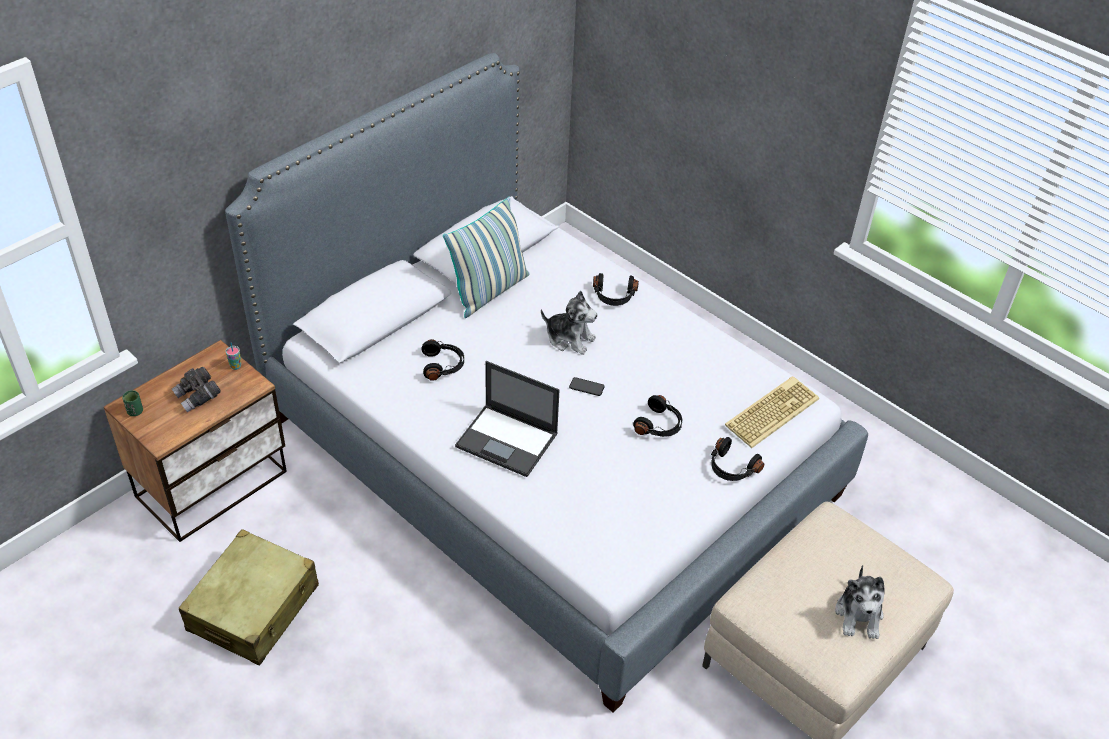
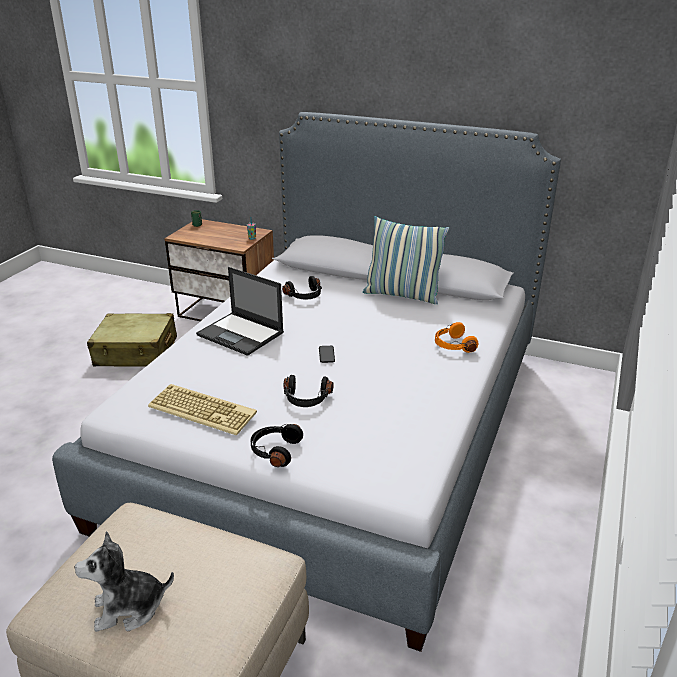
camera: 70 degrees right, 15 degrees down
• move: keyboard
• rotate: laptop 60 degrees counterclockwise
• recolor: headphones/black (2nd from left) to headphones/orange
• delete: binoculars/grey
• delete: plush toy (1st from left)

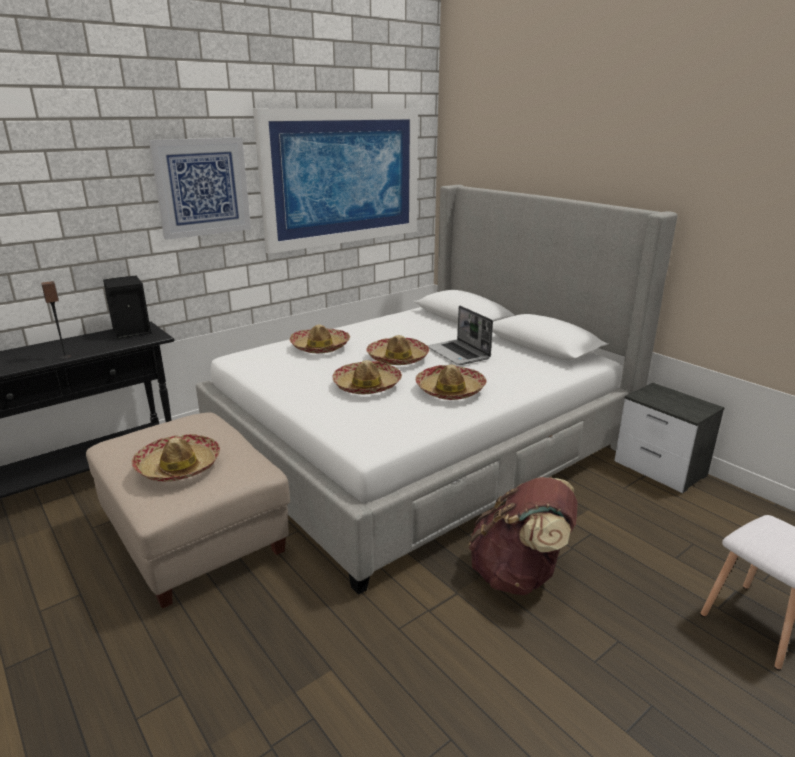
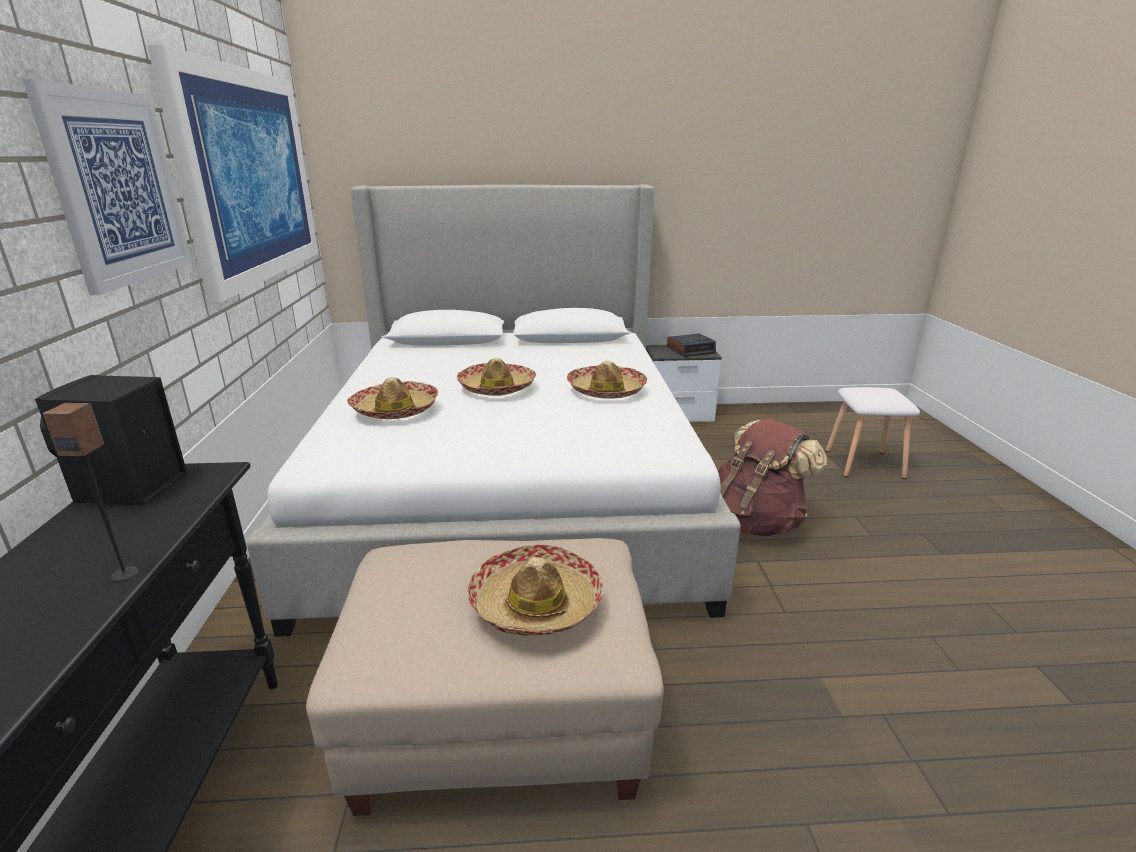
camera: 55 degrees left, 0 degrees up
• insert: alarm clock
• delete: hat (3rd from left)
• delete: laptop

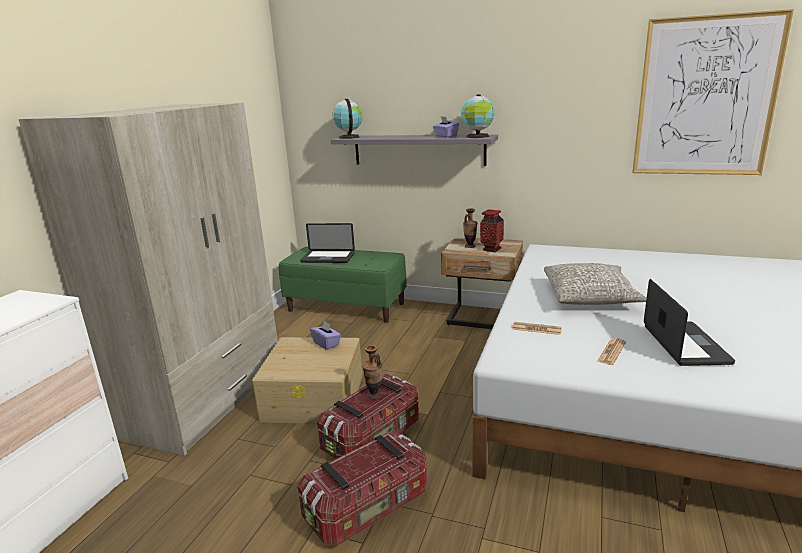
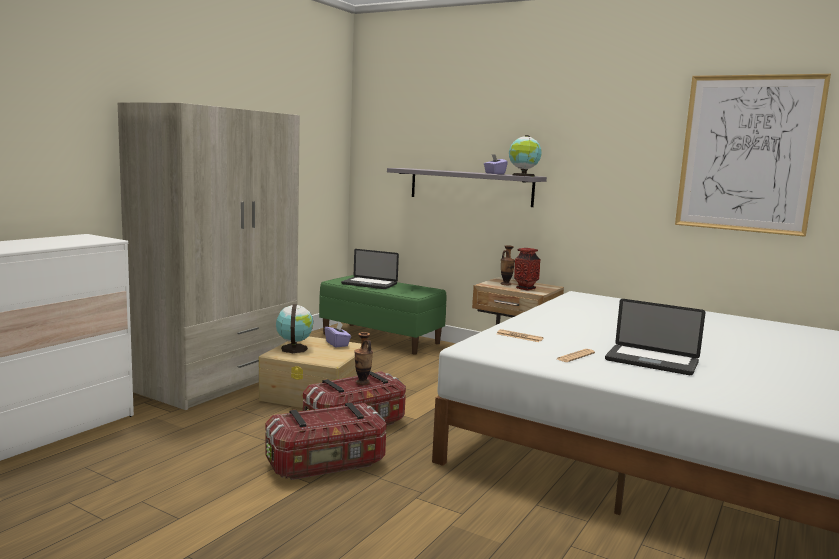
camera: 10 degrees right, 10 degrees down
• move: globe (1st from left)
• rotate: laptop (2nd from left) 105 degrees clockwise
• delete: pillow/grey

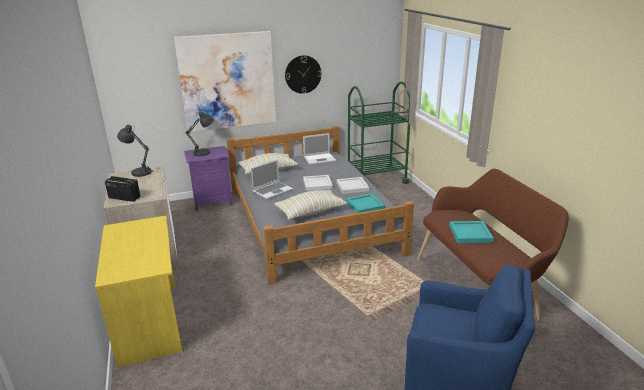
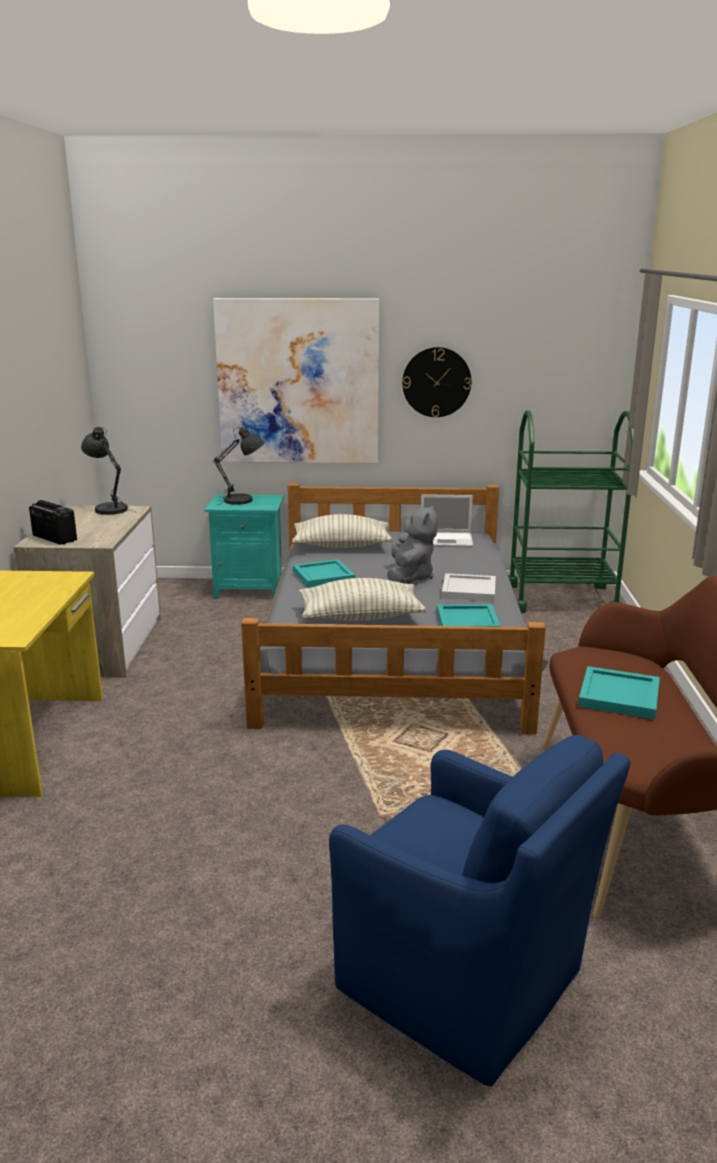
camera: 20 degrees right, 5 degrees down
• recolor: nightstand/purple to nightstand/turquoise
• replace: laptop (1st from left) to tray/turquoise (1st from left)
• replace: tray/white (1st from left) to plush toy/grey

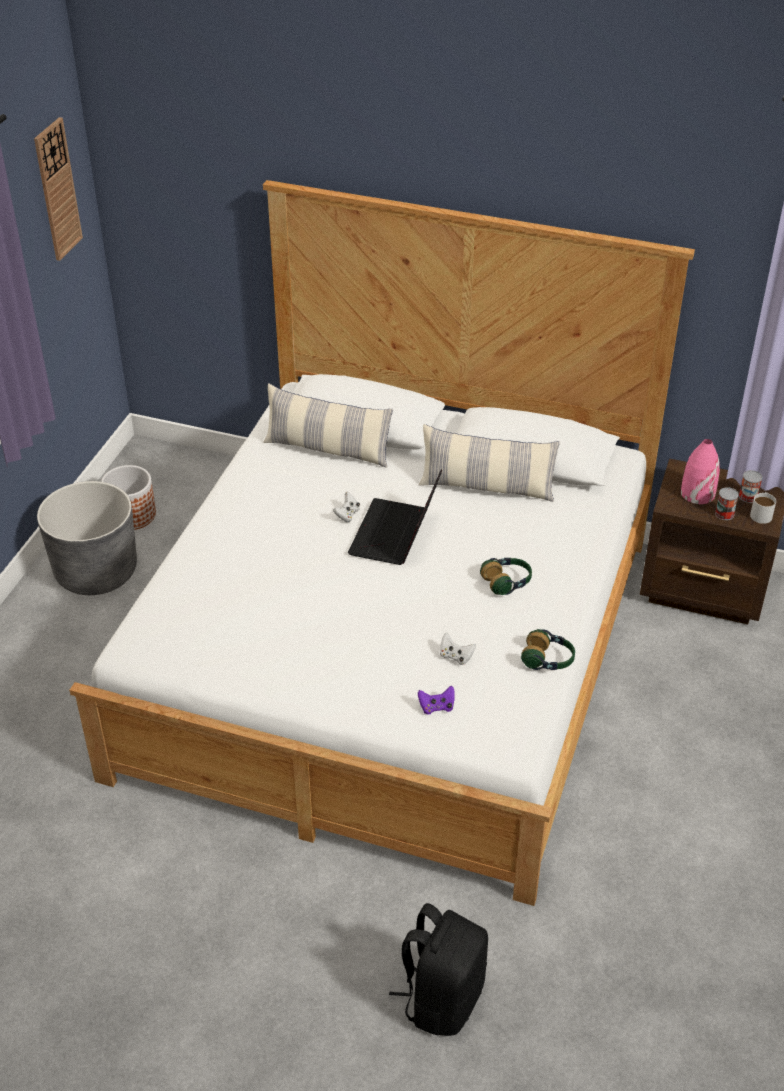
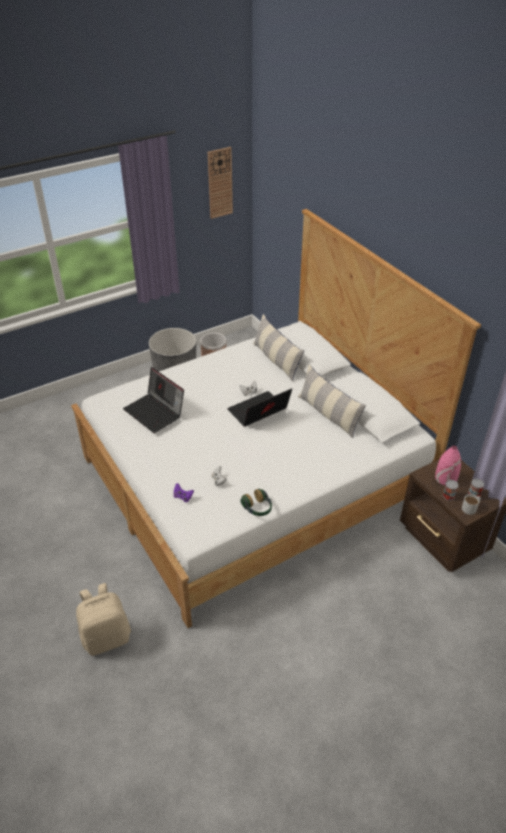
camera: 40 degrees right, 0 degrees up
• recolor: backpack/black to backpack/beige
• insert: laptop (1st from left)
• delete: headphones (1st from left)

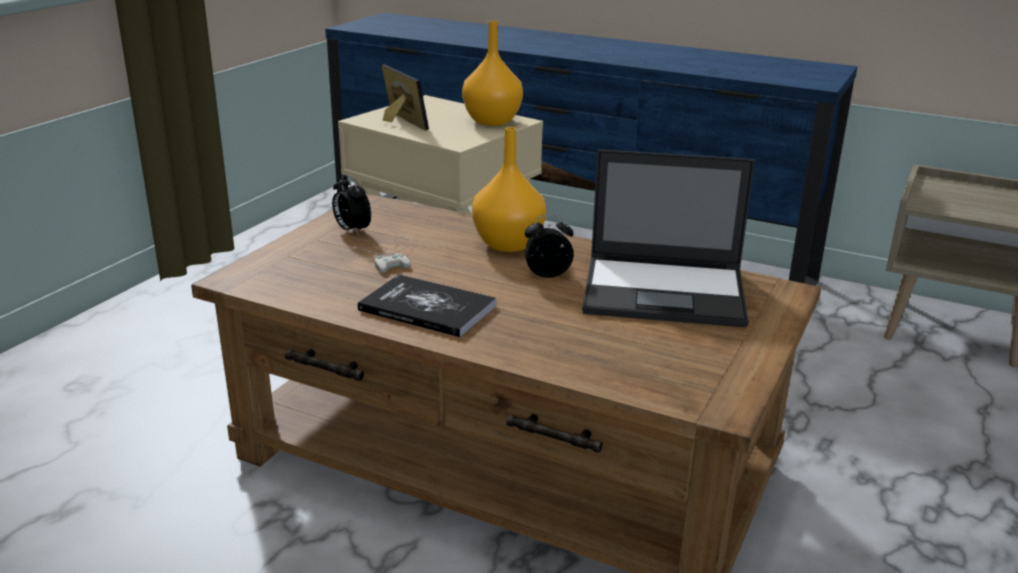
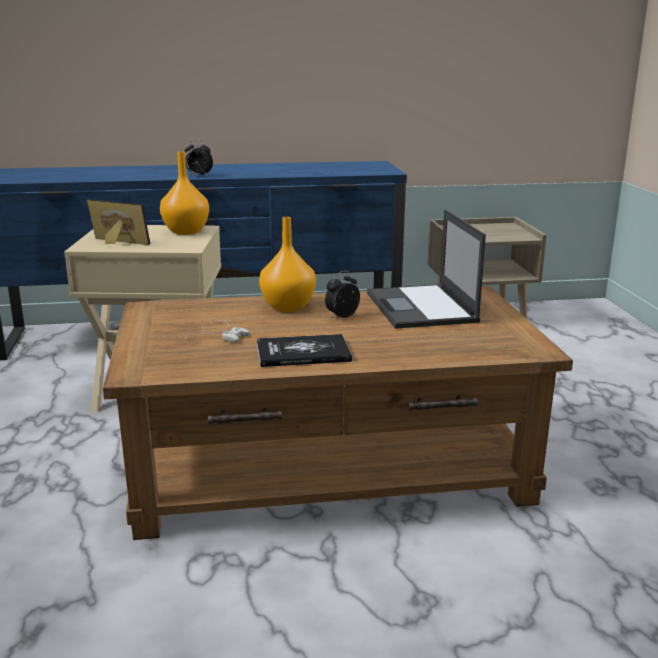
camera: 35 degrees left, 5 degrees down
• move: alarm clock (1st from left)
• rotate: laptop 105 degrees clockwise

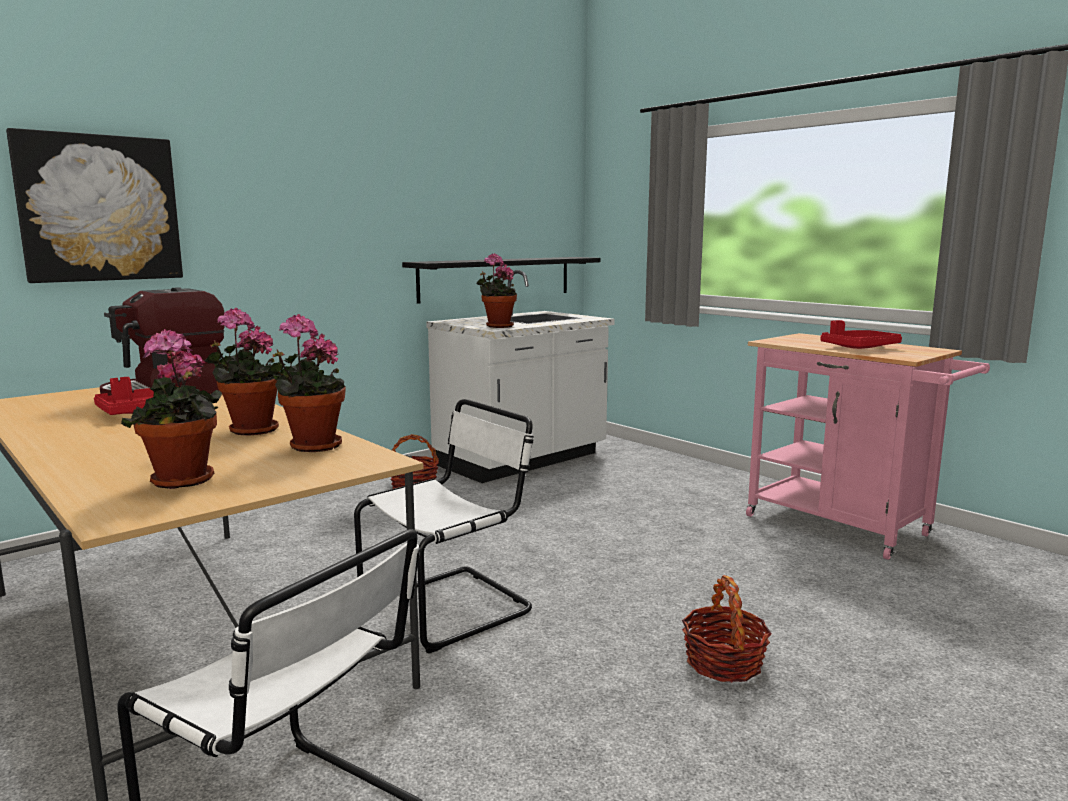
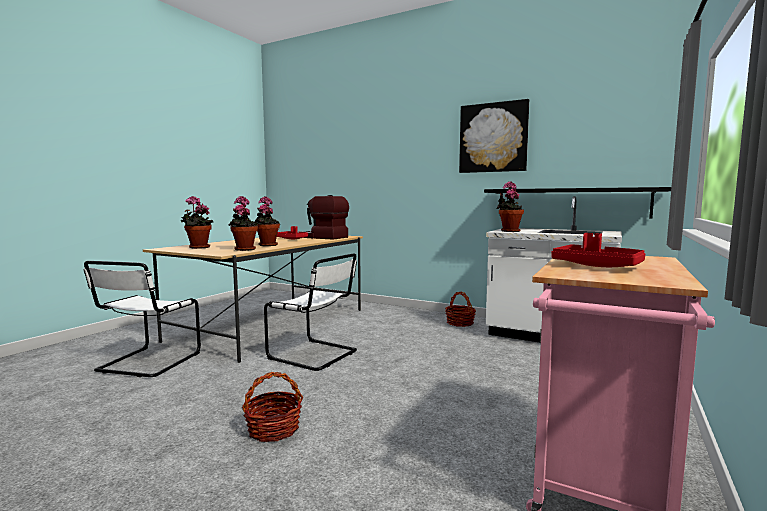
camera: 70 degrees right, 5 degrees down
• move: picture

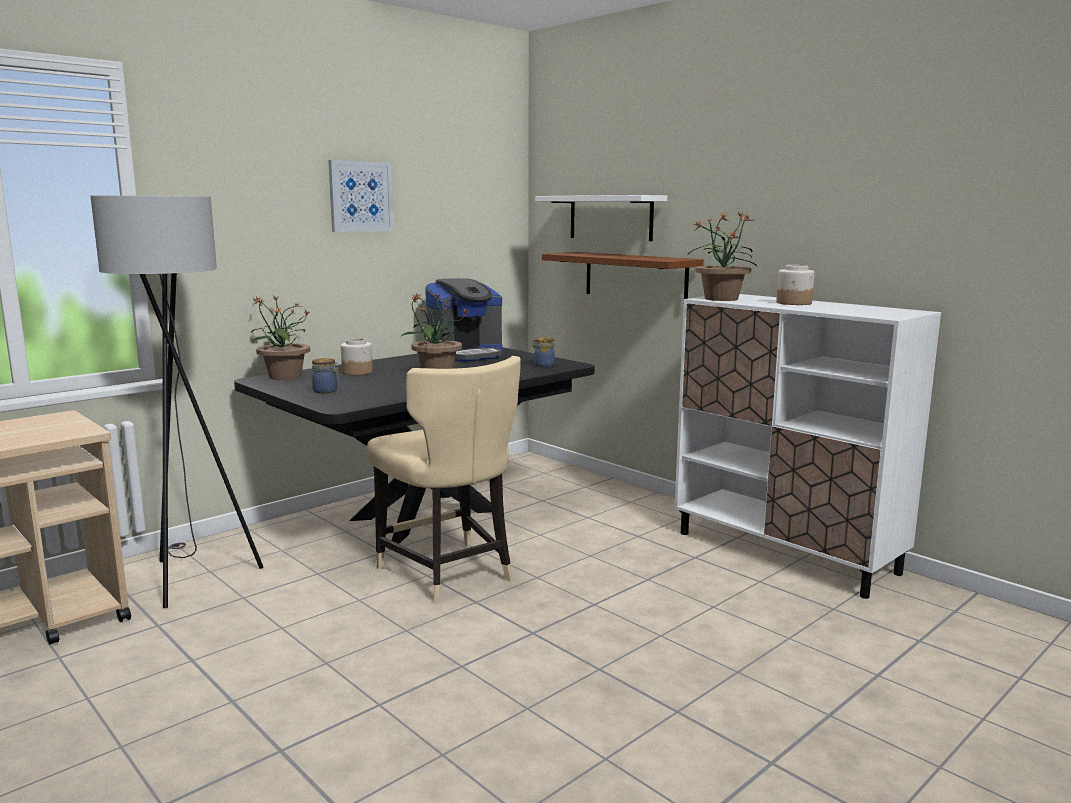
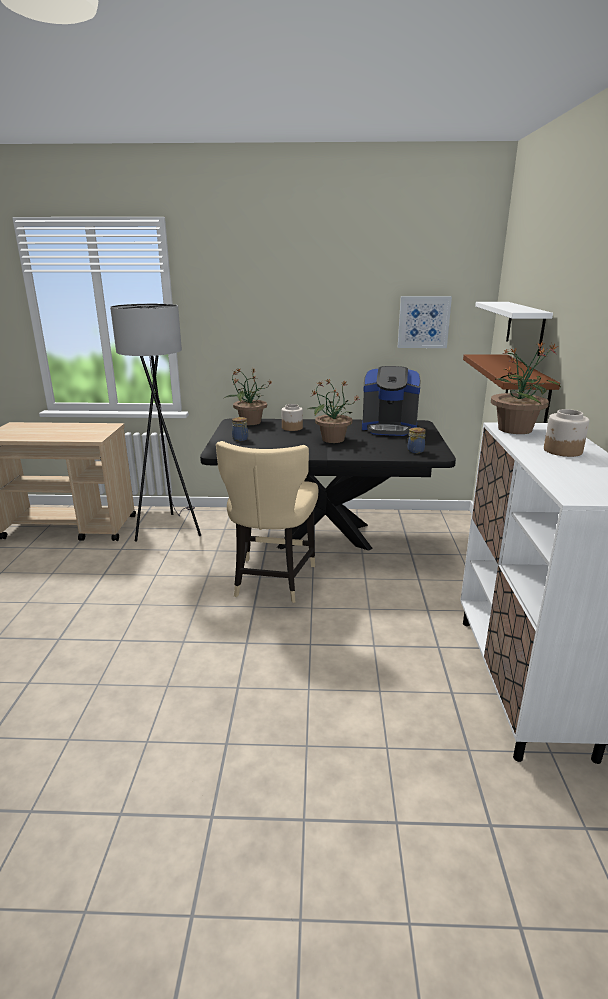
camera: 45 degrees right, 10 degrees up
• move: picture

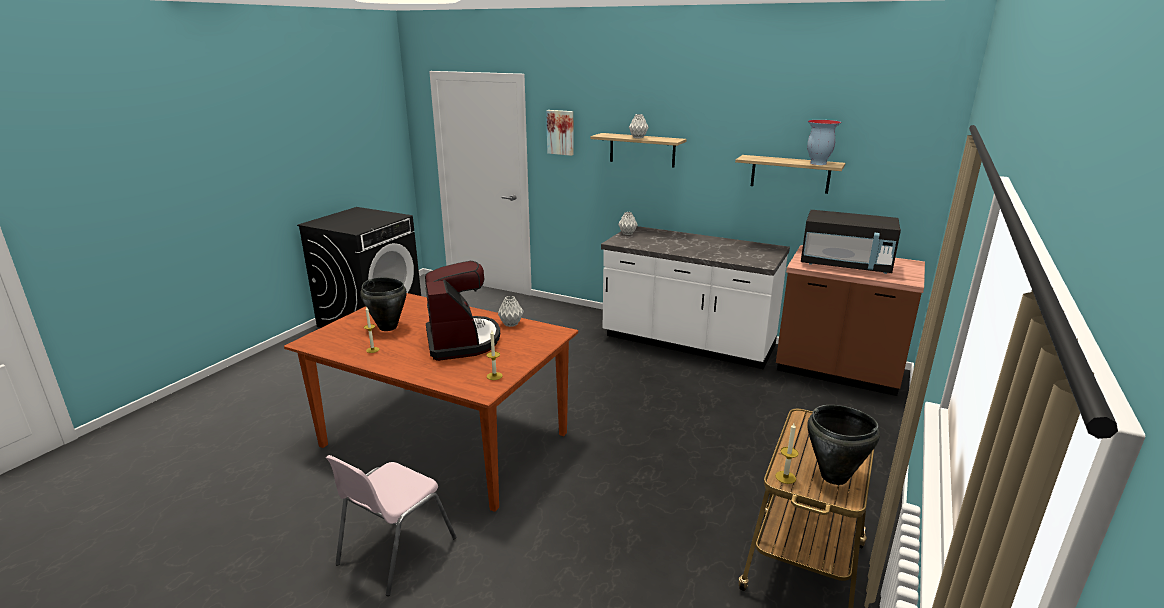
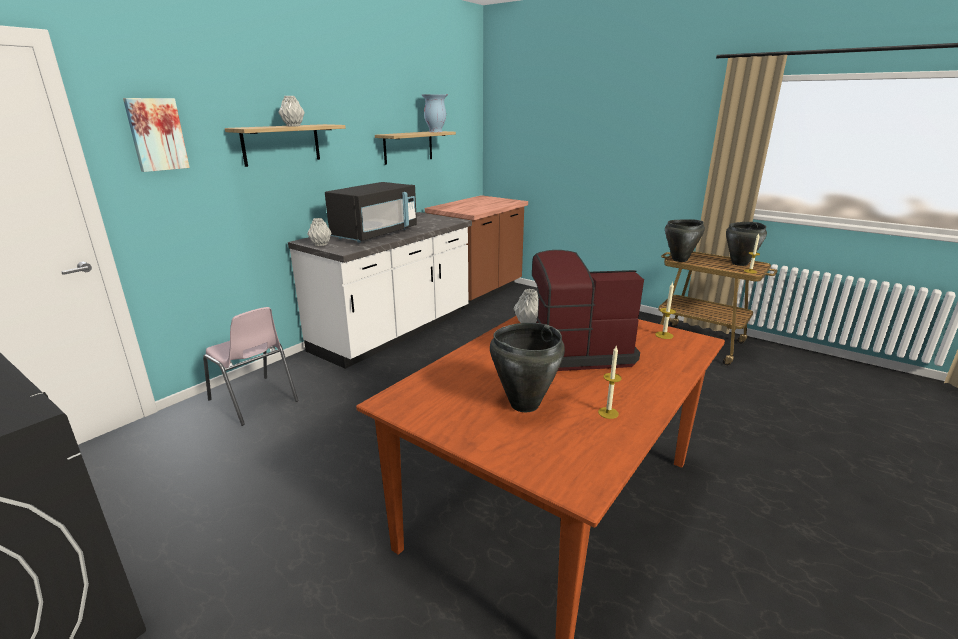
camera: 80 degrees left, 0 degrees up
• move: chair/pink
• move: microwave/black
• insert: cooking pot/black (2nd from left)

